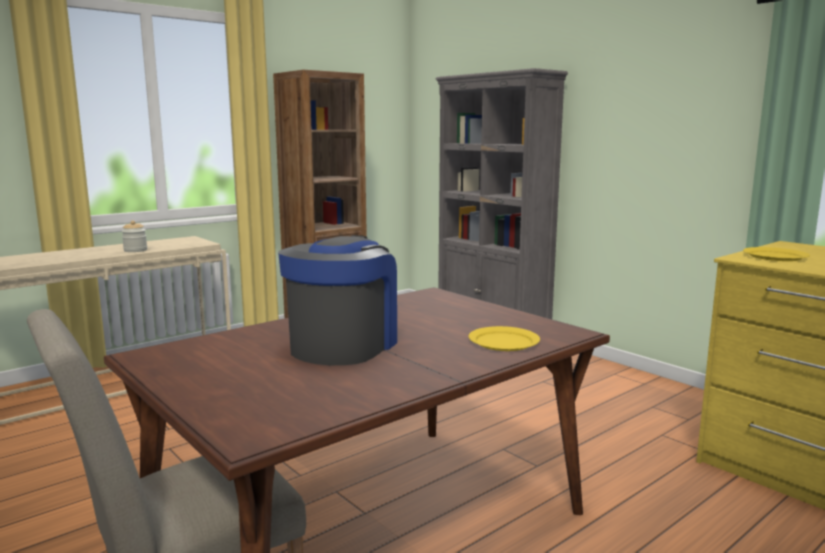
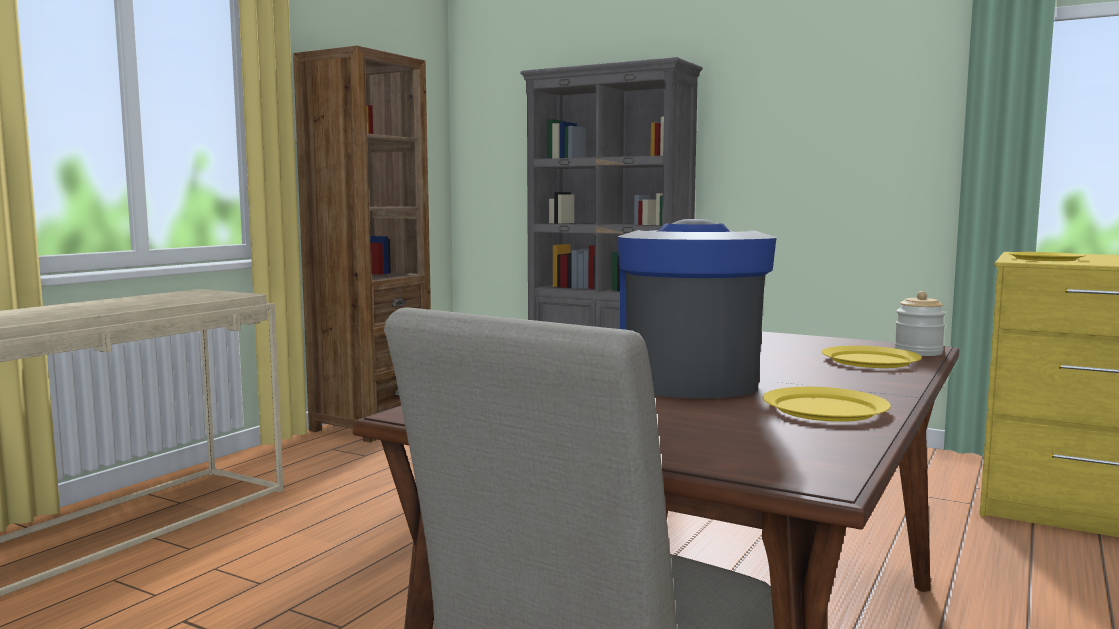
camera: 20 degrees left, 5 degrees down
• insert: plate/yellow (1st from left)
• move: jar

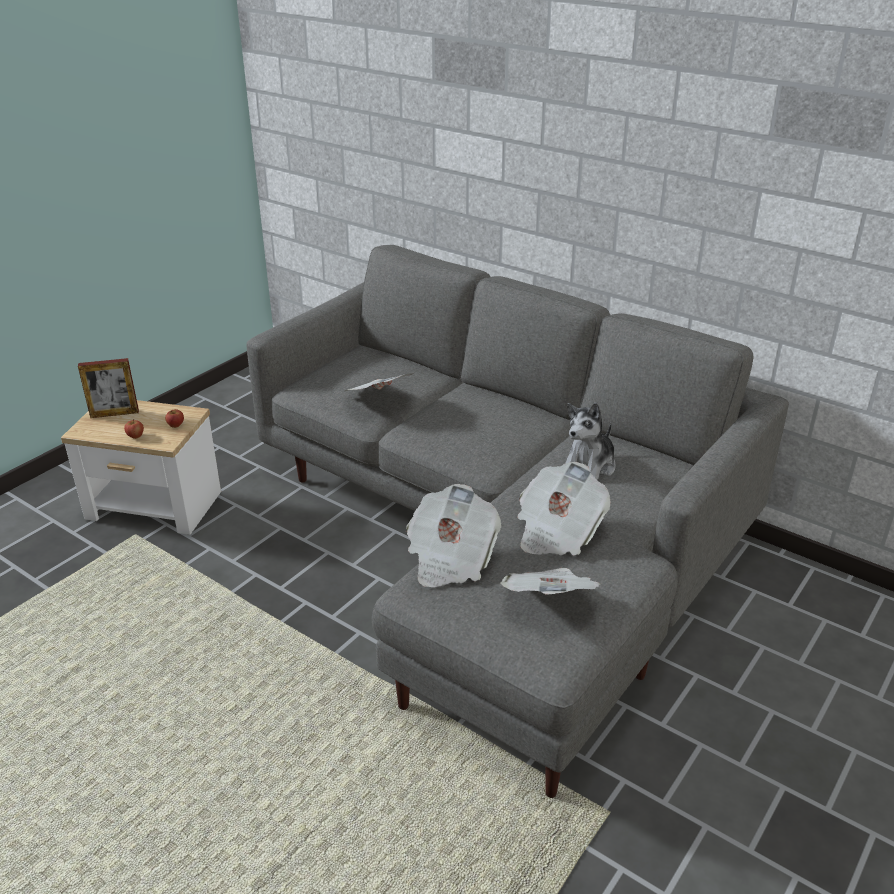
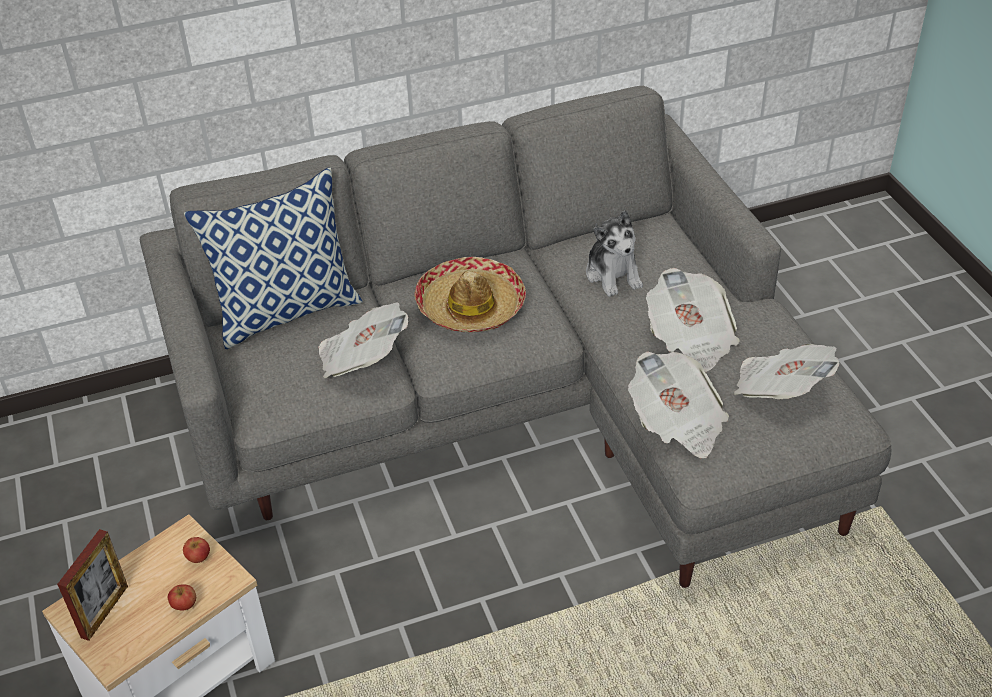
camera: 55 degrees left, 10 degrees up
• insert: pillow
• insert: hat

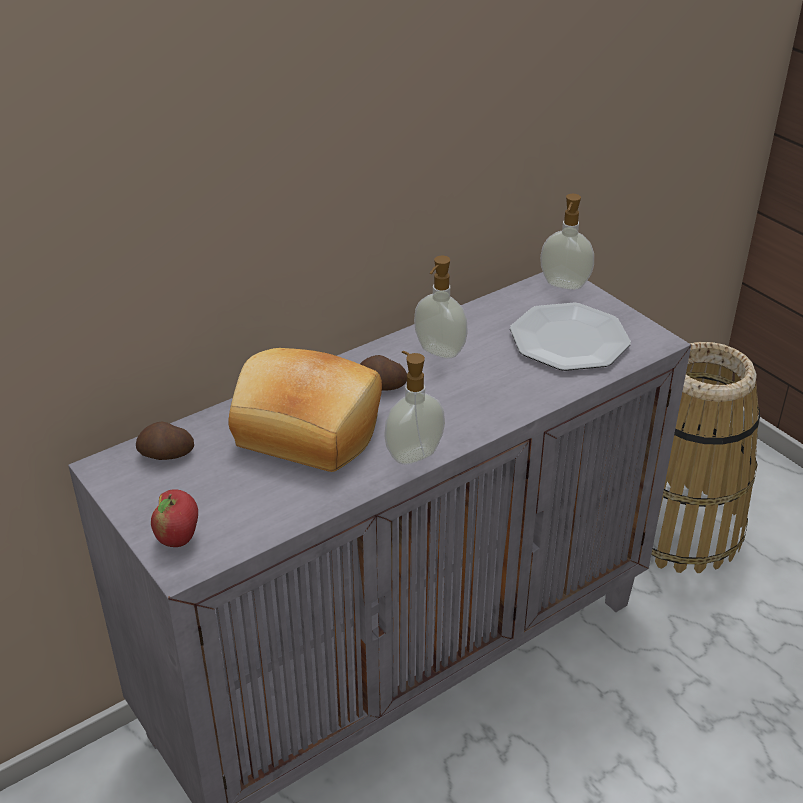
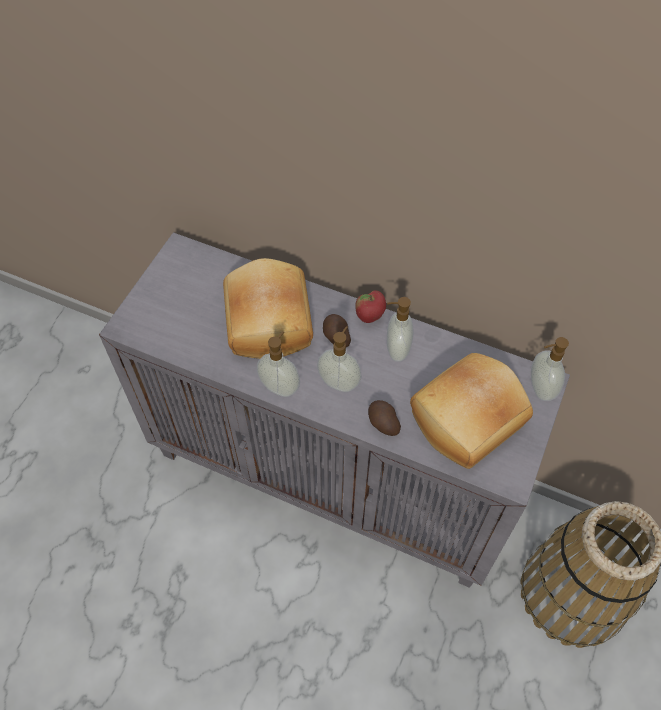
camera: 60 degrees right, 20 degrees up
• insert: soap dispenser (2nd from left)
• move: apple
• move: potato (1st from left in the first image) to potato (2nd from left)
• replace: plate to bread (2nd from left)

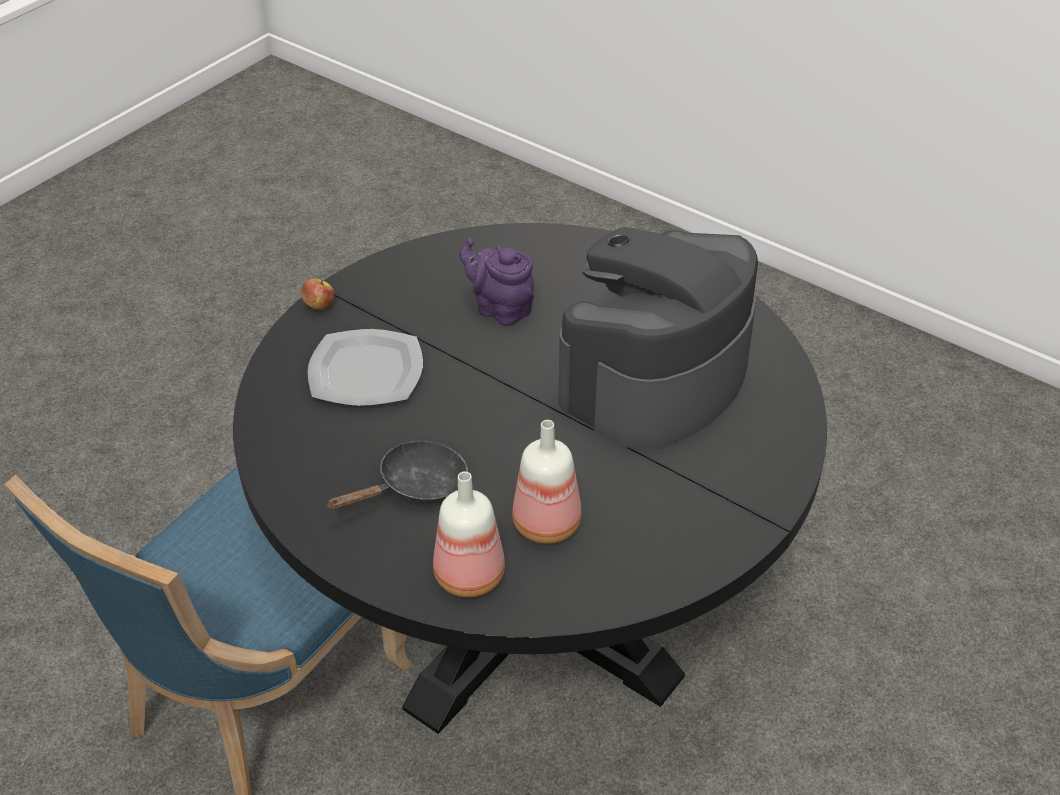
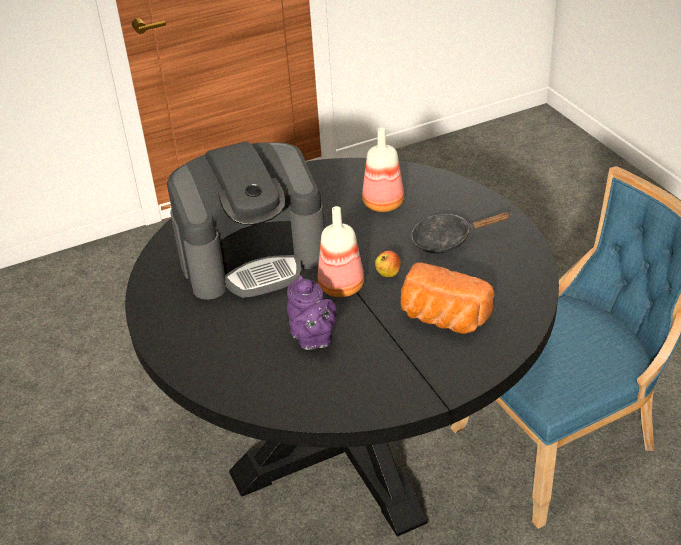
camera: 150 degrees left, 5 degrees down
• move: bottle (1st from left)
• move: apple
• replace: plate to bread

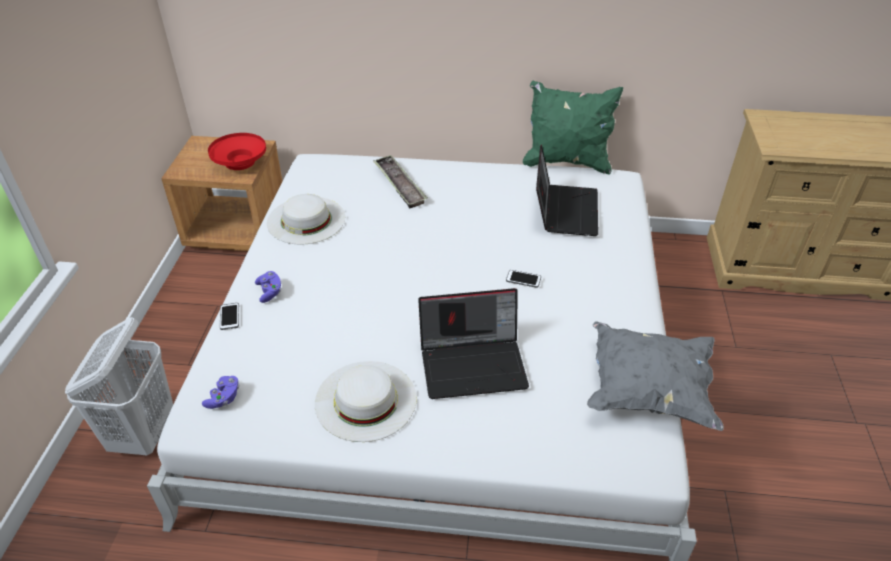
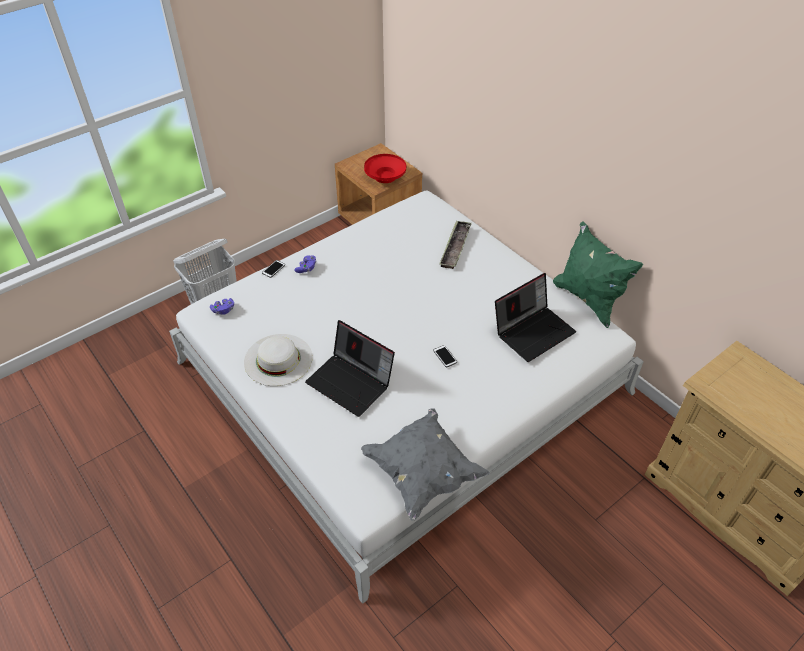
camera: 45 degrees right, 5 degrees up
• delete: hat/white (1st from left)

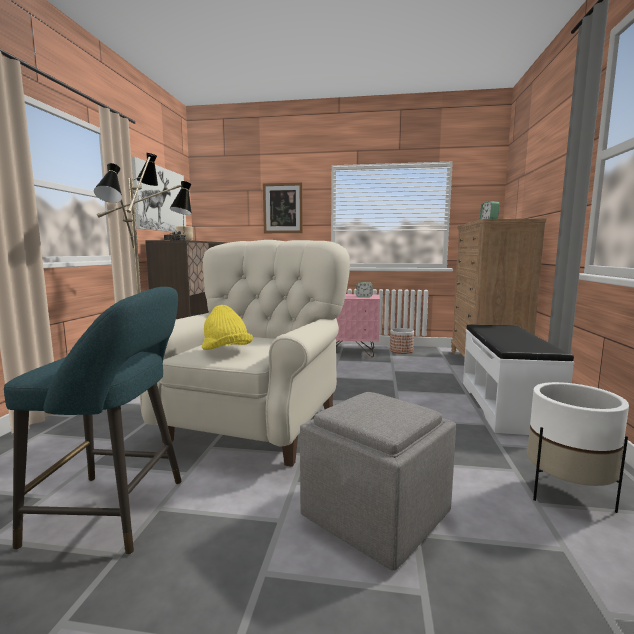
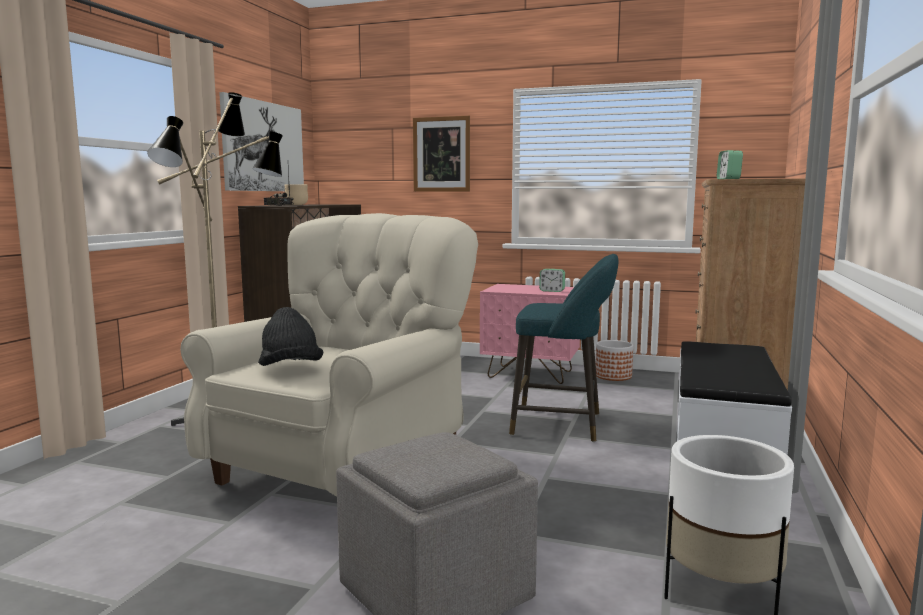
camera: 10 degrees right, 0 degrees up
• recolor: hat/yellow to hat/black
• move: stool/turquoise

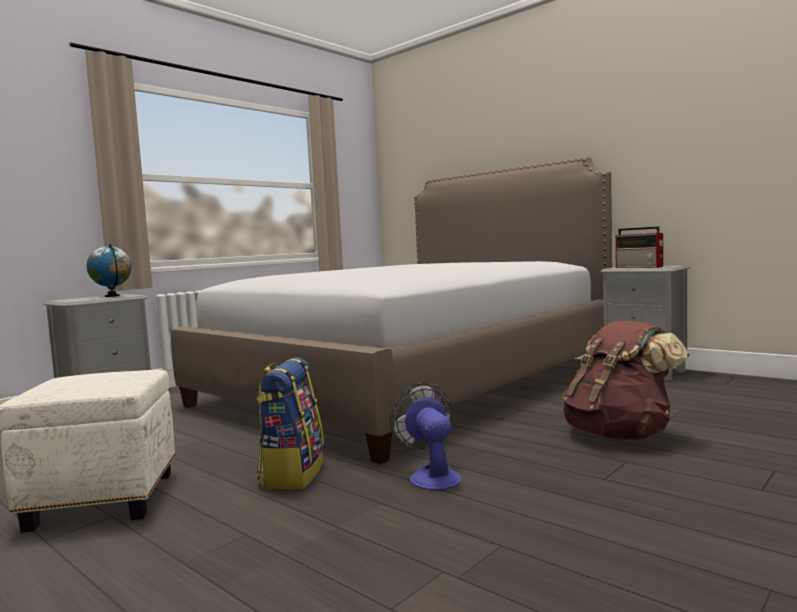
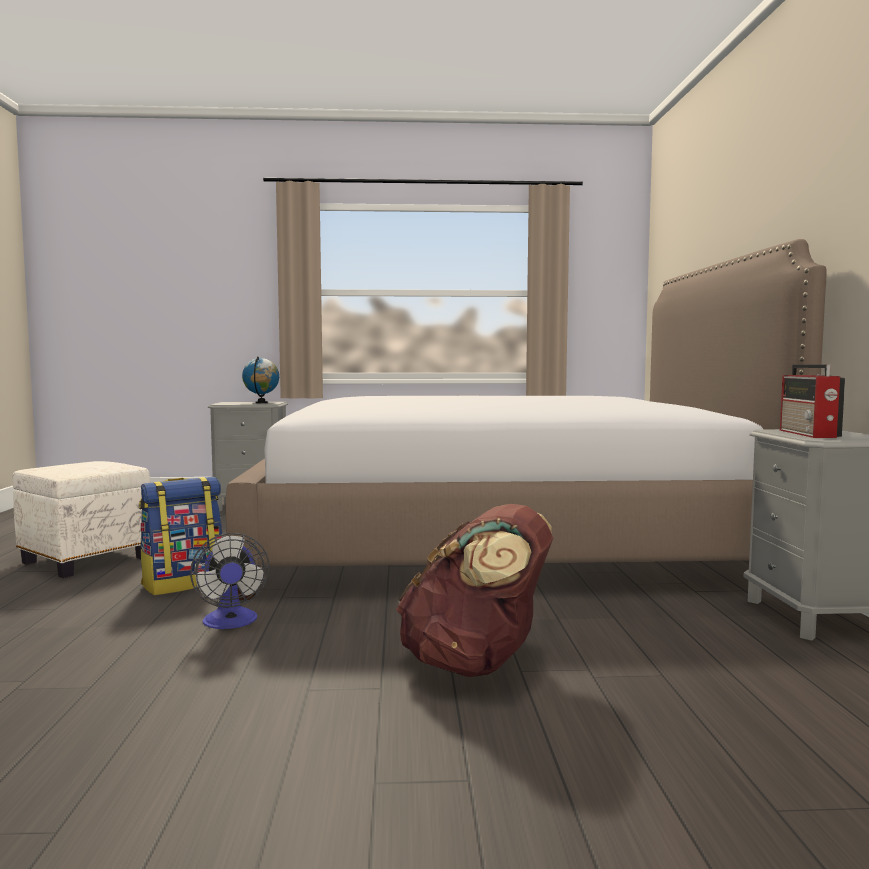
camera: 45 degrees right, 0 degrees up
• rotate: fan 135 degrees clockwise

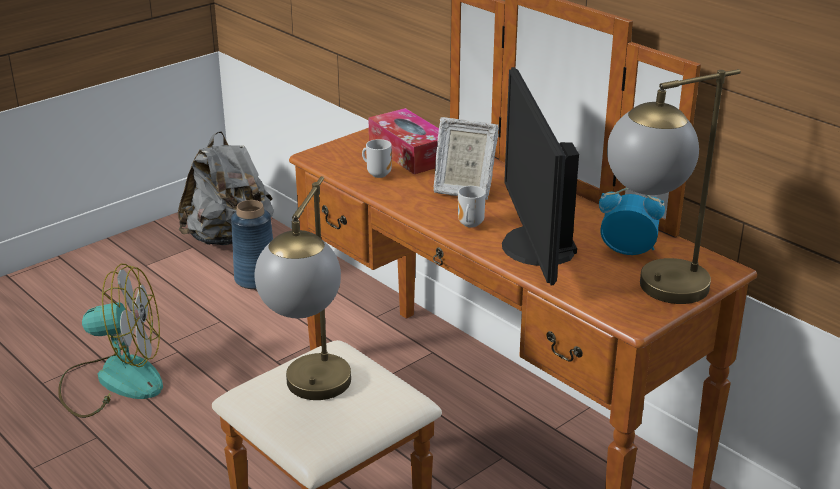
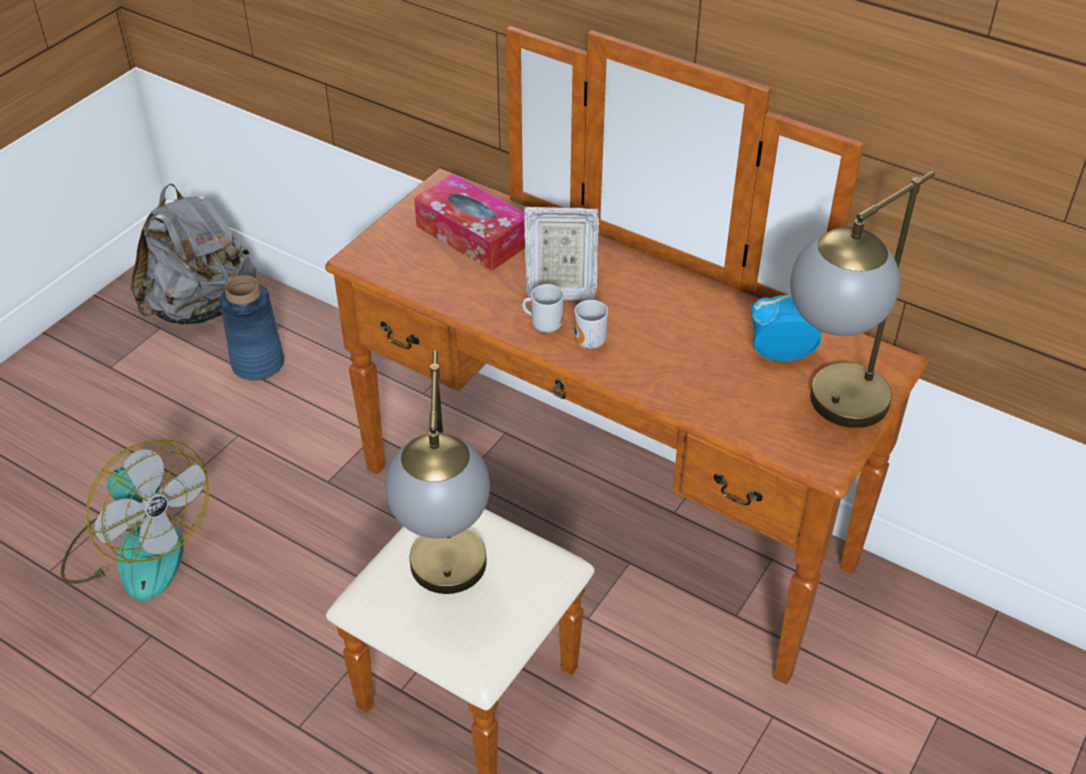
camera: 15 degrees left, 15 degrees up
• rotate: fan 60 degrees clockwise
• move: mug (1st from left)
• delete: monitor

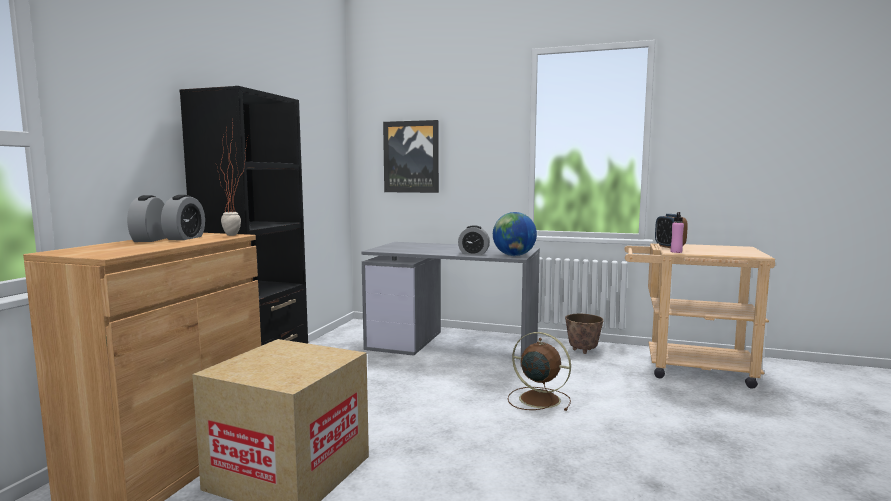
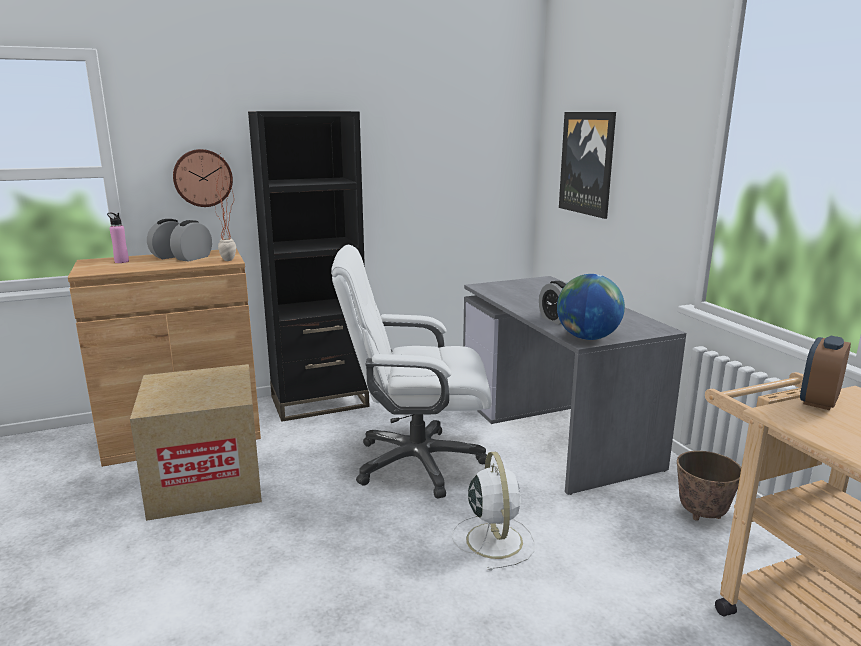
camera: 50 degrees right, 10 degrees up
• move: bottle/pink
• rotate: alarm clock (2nd from left) 150 degrees clockwise
• insert: wall clock
• insert: office chair/white
• recolor: fan/brown to fan/white

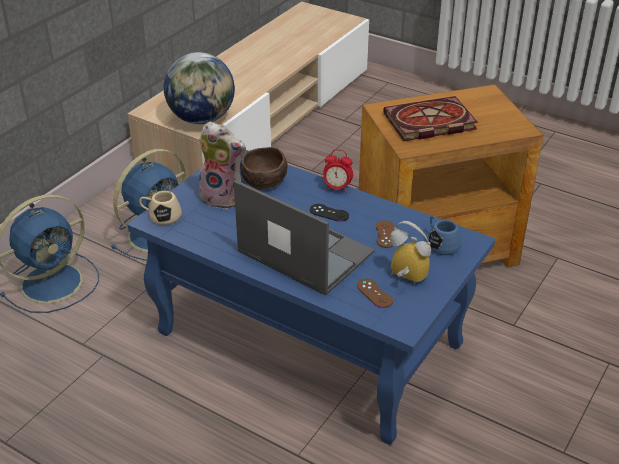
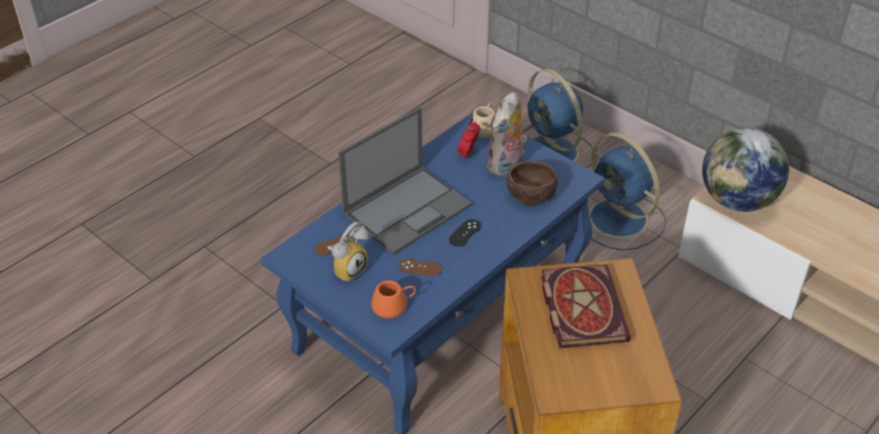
camera: 100 degrees right, 5 degrees up
• recolor: mug/blue to mug/orange
• move: alarm clock (1st from left in the first image) to alarm clock (2nd from left)

